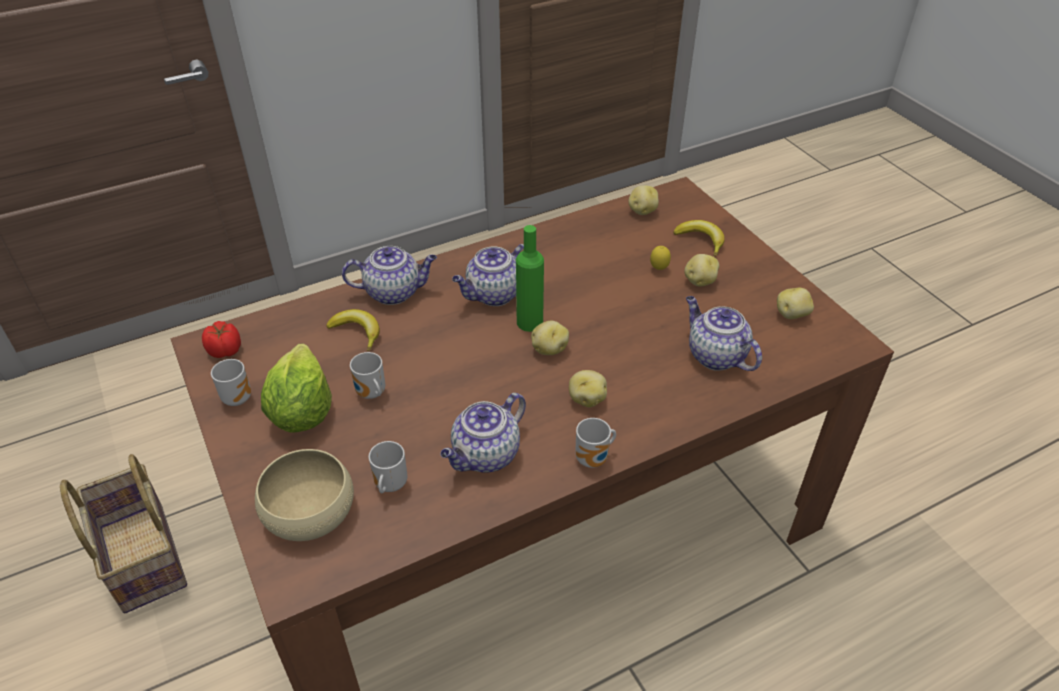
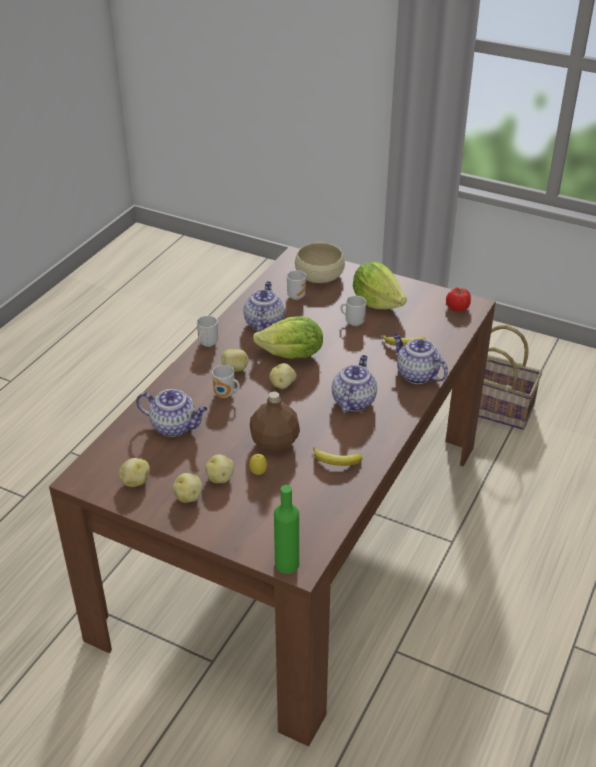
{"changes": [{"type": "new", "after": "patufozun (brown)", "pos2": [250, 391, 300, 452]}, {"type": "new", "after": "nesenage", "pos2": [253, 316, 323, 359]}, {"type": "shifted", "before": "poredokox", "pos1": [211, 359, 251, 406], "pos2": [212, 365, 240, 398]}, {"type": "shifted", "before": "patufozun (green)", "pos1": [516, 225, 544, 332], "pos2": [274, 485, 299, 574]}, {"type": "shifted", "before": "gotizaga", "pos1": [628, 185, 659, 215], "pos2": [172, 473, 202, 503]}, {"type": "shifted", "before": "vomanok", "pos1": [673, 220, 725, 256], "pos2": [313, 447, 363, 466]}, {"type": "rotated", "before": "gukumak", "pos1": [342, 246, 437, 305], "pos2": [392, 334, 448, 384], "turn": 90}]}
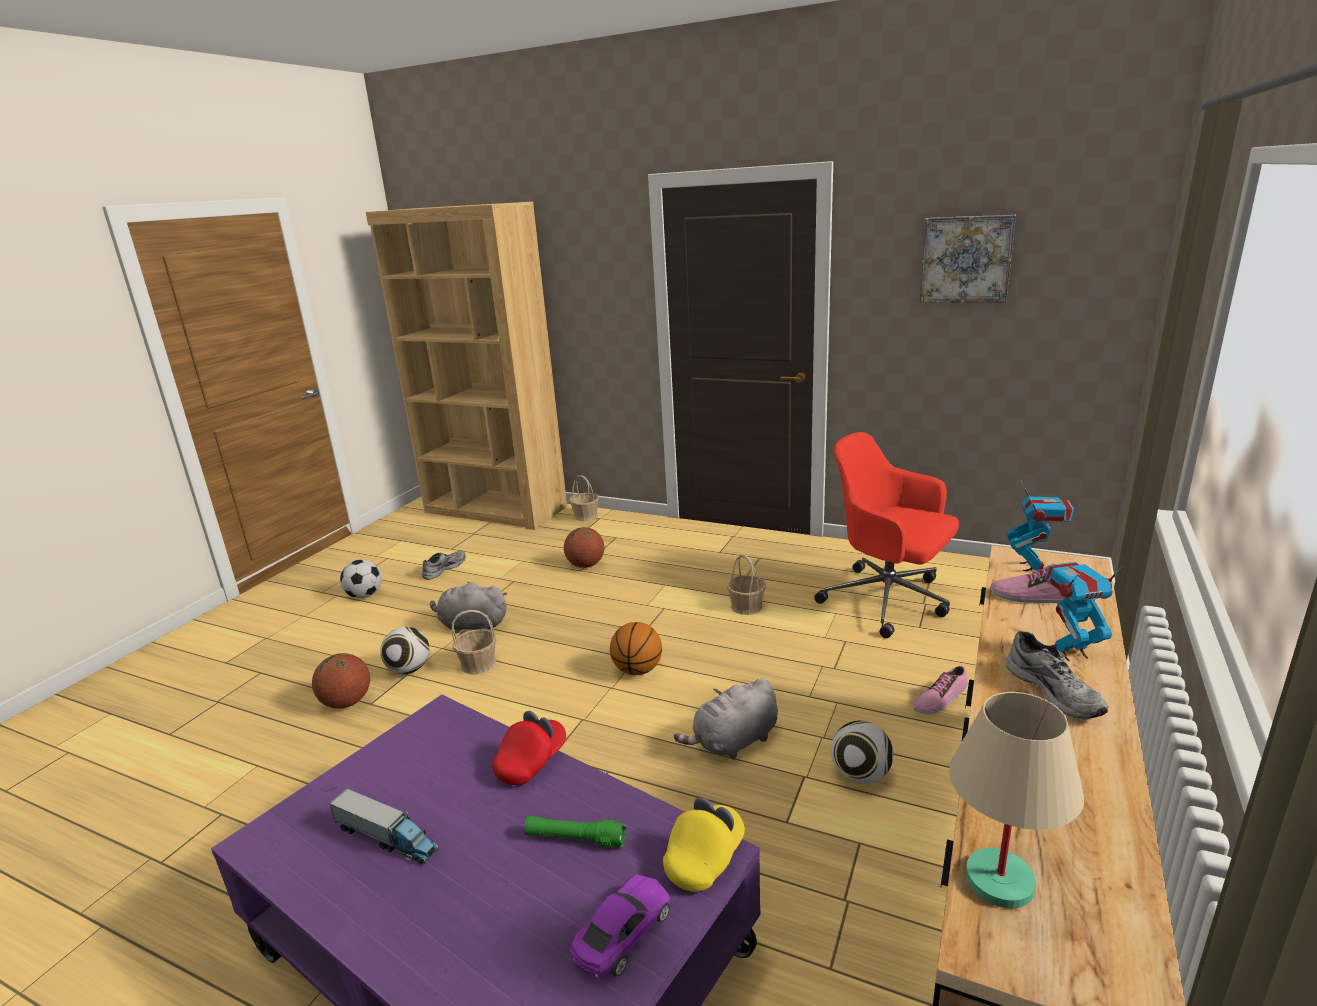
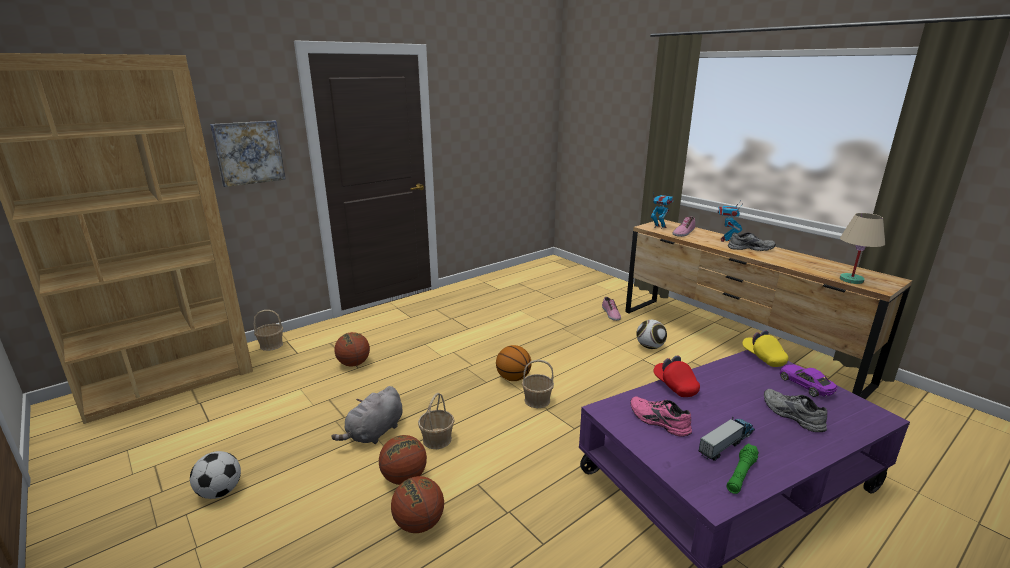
{"changes": [{"type": "gone", "before": "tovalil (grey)", "pos1": [674, 678, 778, 759]}, {"type": "gone", "before": "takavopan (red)", "pos1": [814, 432, 959, 638]}, {"type": "new", "after": "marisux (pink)", "pos2": [630, 396, 692, 437]}, {"type": "shifted", "before": "marisux (grey)", "pos1": [422, 550, 466, 580], "pos2": [764, 389, 827, 432]}, {"type": "shifted", "before": "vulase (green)", "pos1": [524, 816, 627, 848], "pos2": [727, 444, 759, 494]}, {"type": "shifted", "before": "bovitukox", "pos1": [727, 554, 766, 615], "pos2": [522, 360, 554, 408]}, {"type": "shifted", "before": "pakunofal", "pos1": [920, 215, 1016, 303], "pos2": [210, 120, 286, 187]}, {"type": "swapped", "before": "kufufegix", "after": "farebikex", "pos1": [380, 627, 429, 674], "pos2": [379, 435, 427, 485]}]}
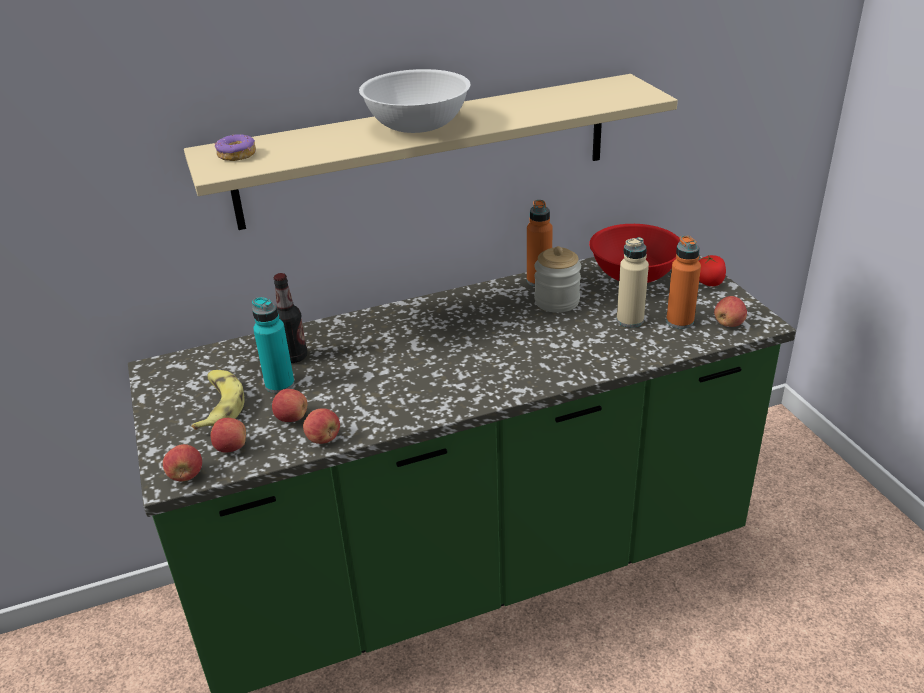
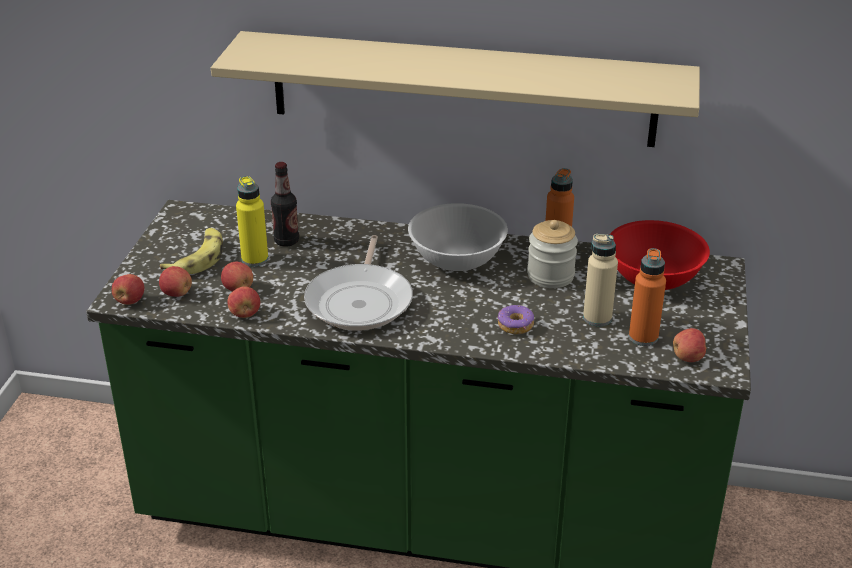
{"changes": [{"type": "gone", "before": "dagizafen", "pos1": [699, 255, 726, 286]}, {"type": "new", "after": "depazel", "pos2": [304, 235, 413, 330]}, {"type": "shifted", "before": "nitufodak", "pos1": [215, 134, 256, 161], "pos2": [498, 305, 534, 334]}, {"type": "shifted", "before": "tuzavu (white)", "pos1": [359, 69, 470, 133], "pos2": [408, 203, 508, 271]}, {"type": "repainted", "before": "patufozun (turquoise)", "after": "patufozun (yellow)", "pos1": [252, 297, 294, 393], "pos2": [236, 176, 268, 267]}]}
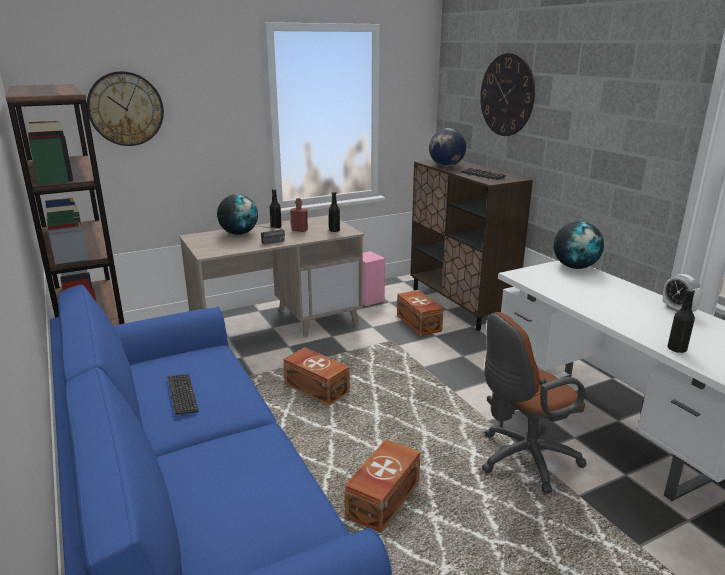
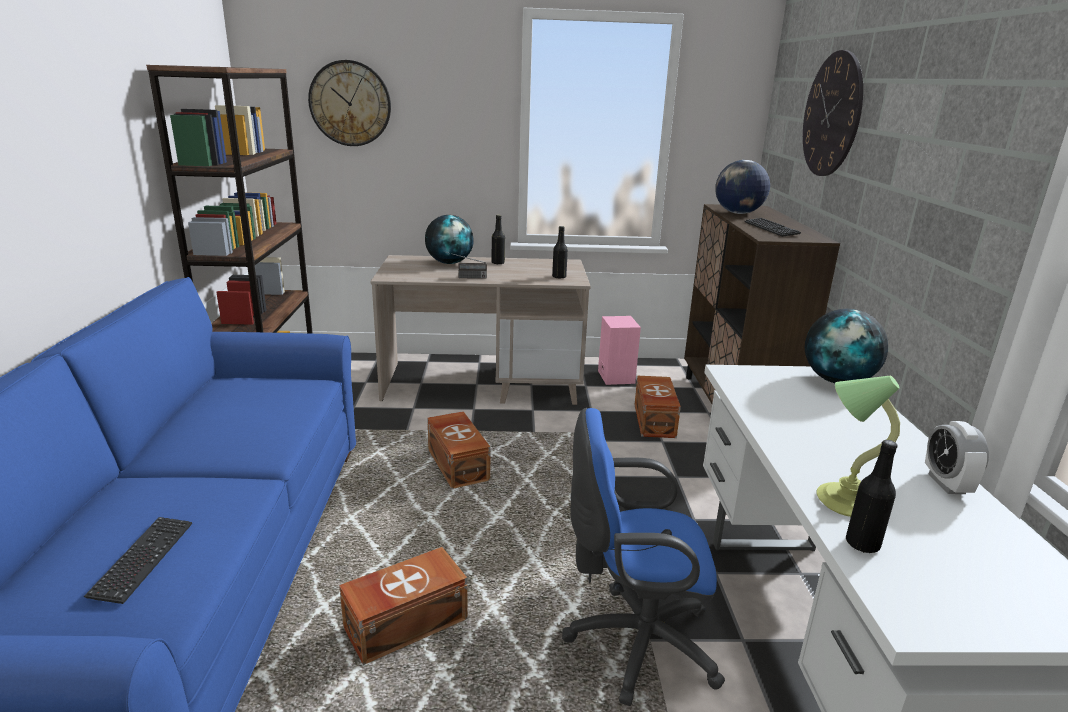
{"changes": [{"type": "gone", "before": "patufozun (red)", "pos1": [290, 198, 308, 232]}, {"type": "new", "after": "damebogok", "pos2": [817, 376, 900, 517]}, {"type": "shifted", "before": "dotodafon", "pos1": [167, 374, 199, 415], "pos2": [84, 517, 192, 604]}, {"type": "repainted", "before": "takavopan (brown)", "after": "takavopan (blue)", "pos1": [482, 312, 587, 494], "pos2": [562, 408, 725, 706]}]}
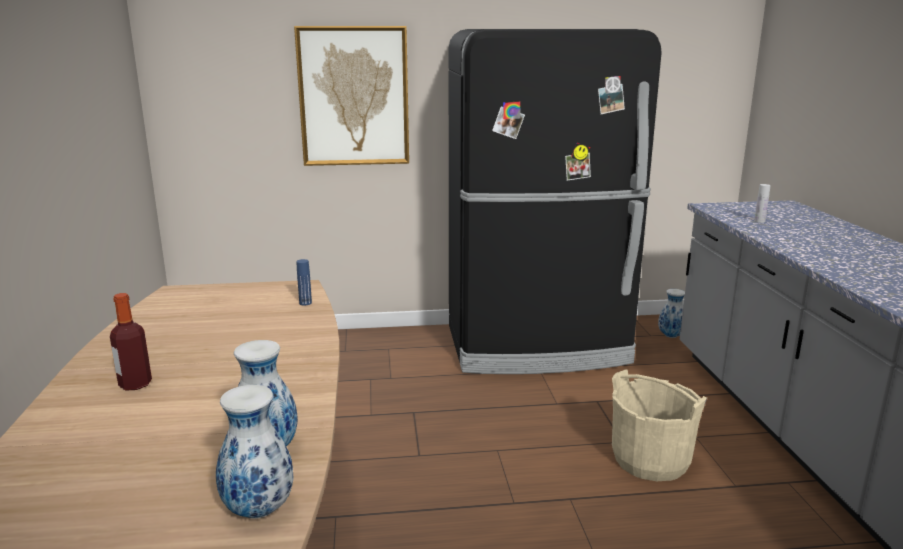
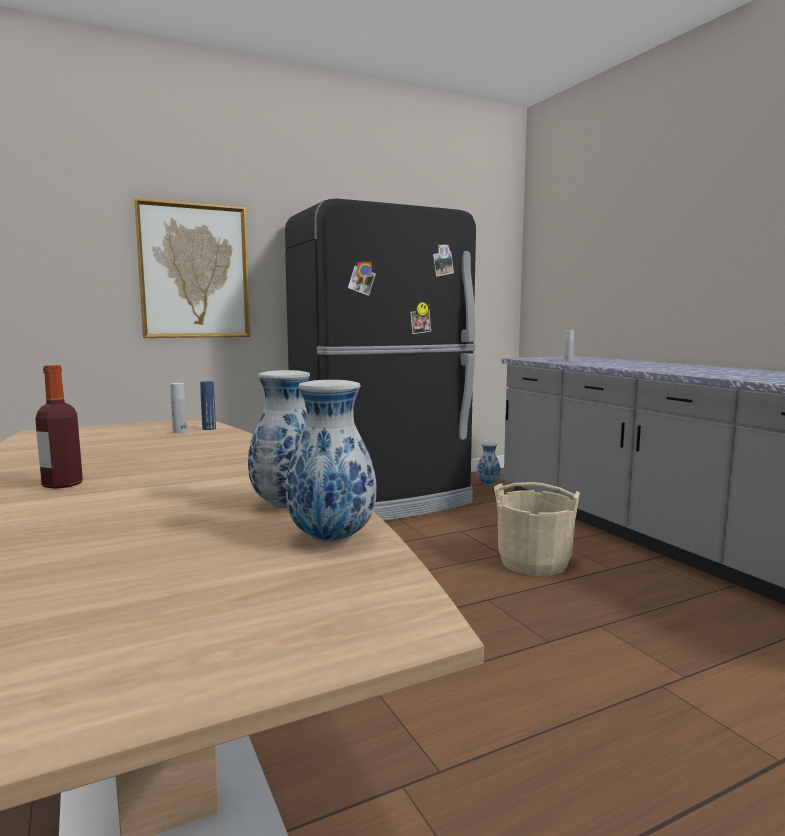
{"changes": [{"type": "new", "after": "patufozun (white)", "pos2": [170, 383, 187, 433]}]}
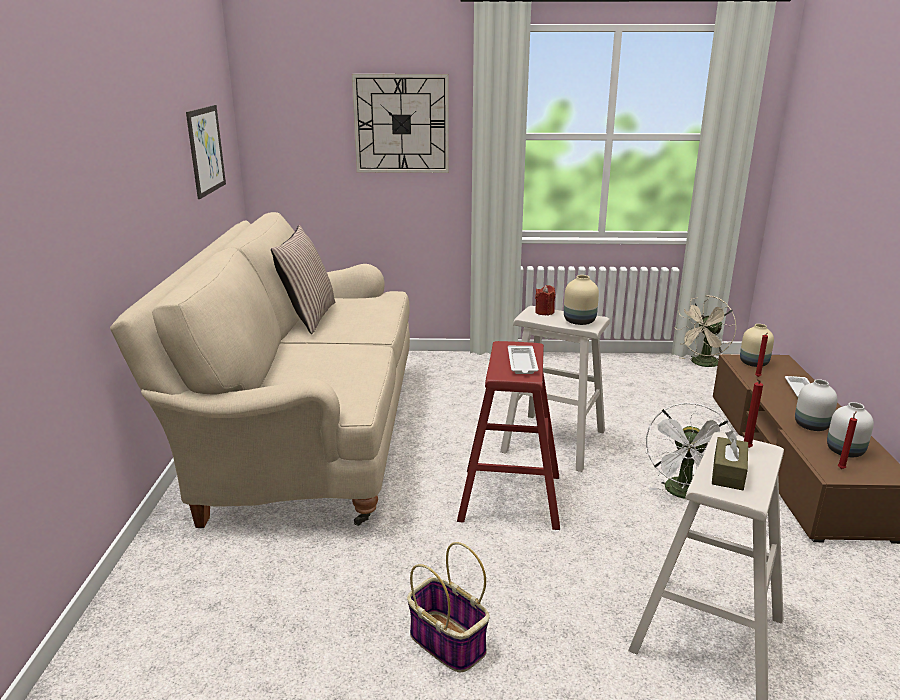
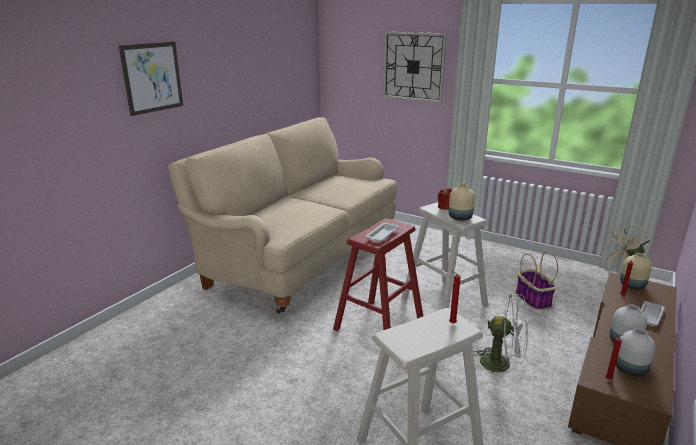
{"changes": [{"type": "gone", "before": "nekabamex", "pos1": [271, 225, 335, 334]}, {"type": "gone", "before": "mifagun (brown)", "pos1": [712, 430, 748, 490]}, {"type": "shifted", "before": "pakunofal", "pos1": [186, 105, 226, 199], "pos2": [119, 42, 183, 116]}, {"type": "shifted", "before": "bovitukox", "pos1": [407, 542, 490, 672], "pos2": [516, 251, 558, 310]}, {"type": "rotated", "before": "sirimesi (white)", "pos1": [645, 403, 732, 499], "pos2": [473, 293, 528, 381], "turn": -120}]}
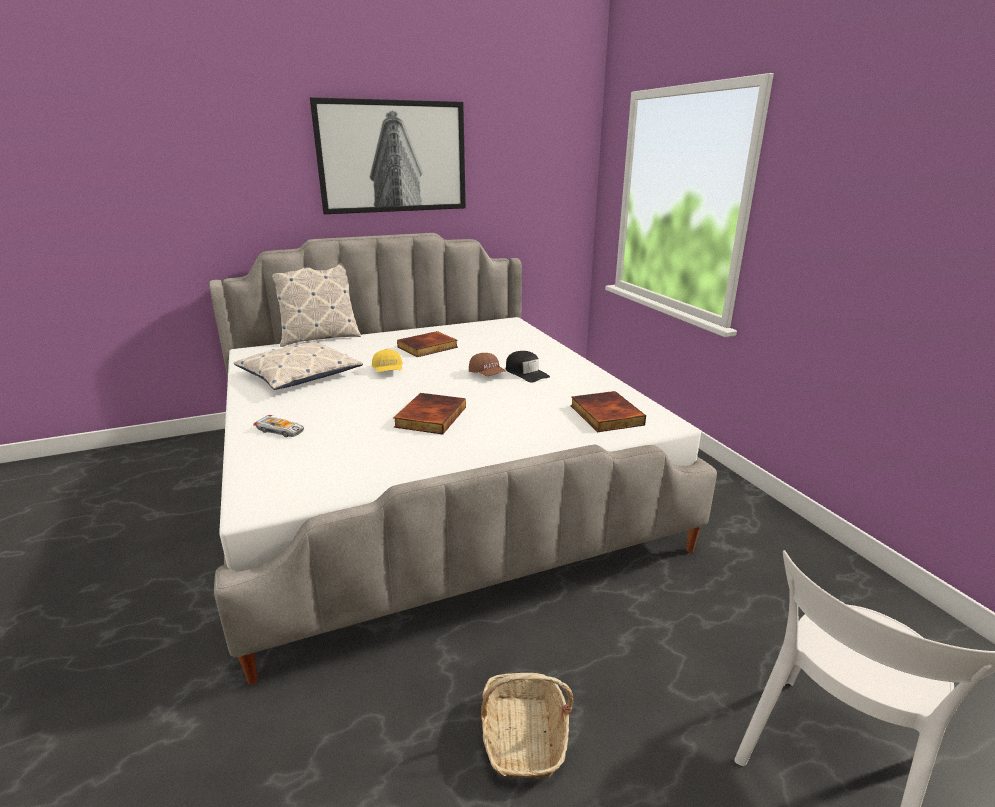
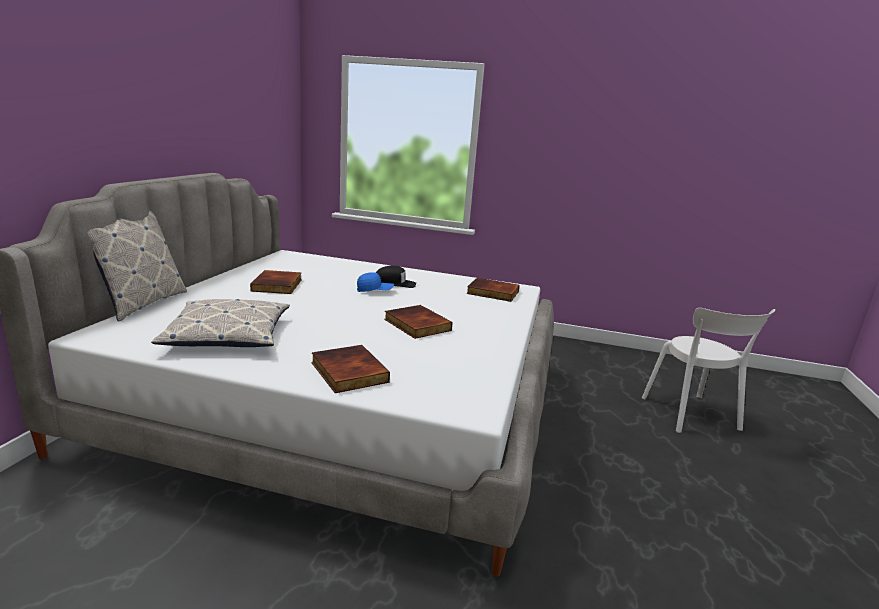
{"changes": [{"type": "gone", "before": "pakunofal", "pos1": [310, 97, 466, 214]}, {"type": "gone", "before": "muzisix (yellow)", "pos1": [372, 349, 403, 372]}, {"type": "gone", "before": "bovitukox", "pos1": [481, 673, 574, 778]}, {"type": "swapped", "before": "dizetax", "after": "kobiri", "pos1": [253, 415, 304, 437], "pos2": [311, 345, 390, 393]}, {"type": "repainted", "before": "muzisix (brown)", "after": "muzisix (blue)", "pos1": [469, 353, 506, 376], "pos2": [357, 272, 394, 292]}]}
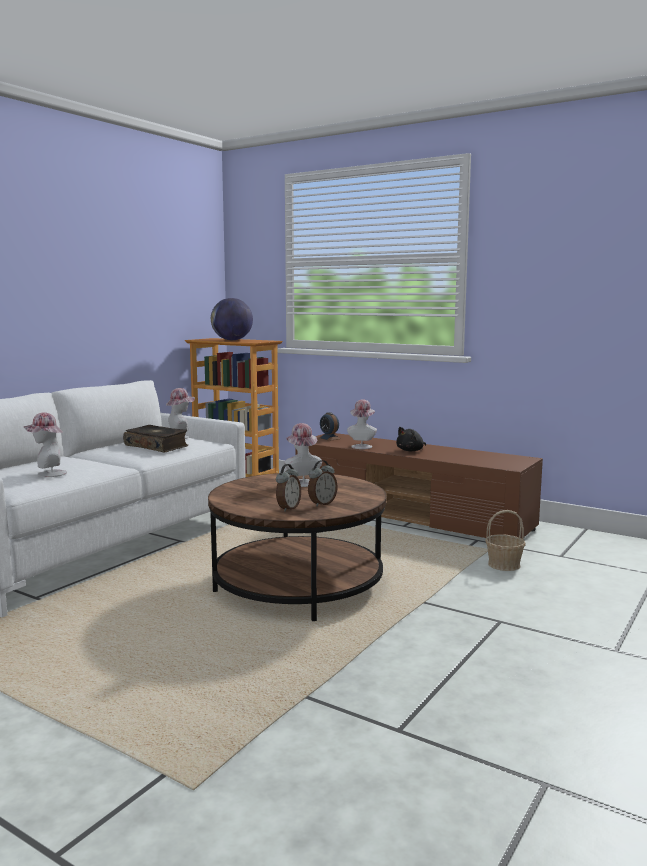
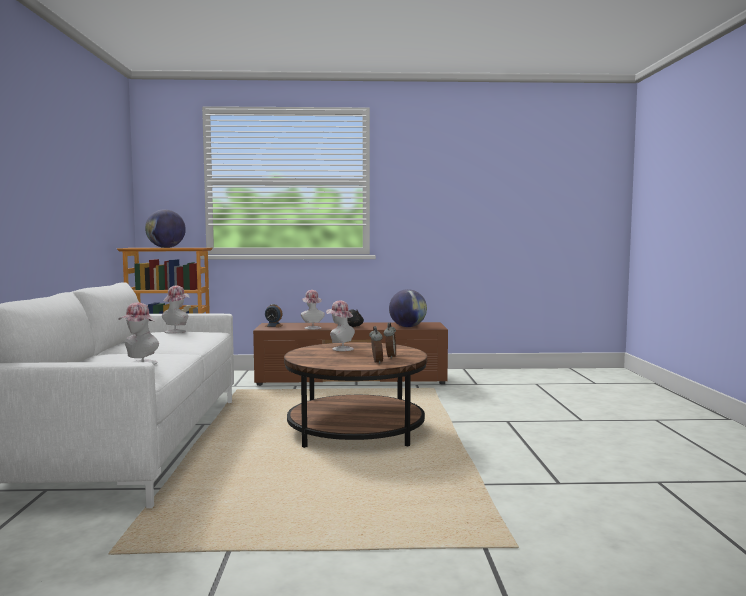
{"changes": [{"type": "gone", "before": "kobiri", "pos1": [123, 425, 188, 453]}, {"type": "gone", "before": "bovitukox", "pos1": [485, 510, 526, 571]}, {"type": "new", "after": "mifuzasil", "pos2": [389, 289, 427, 327]}]}
